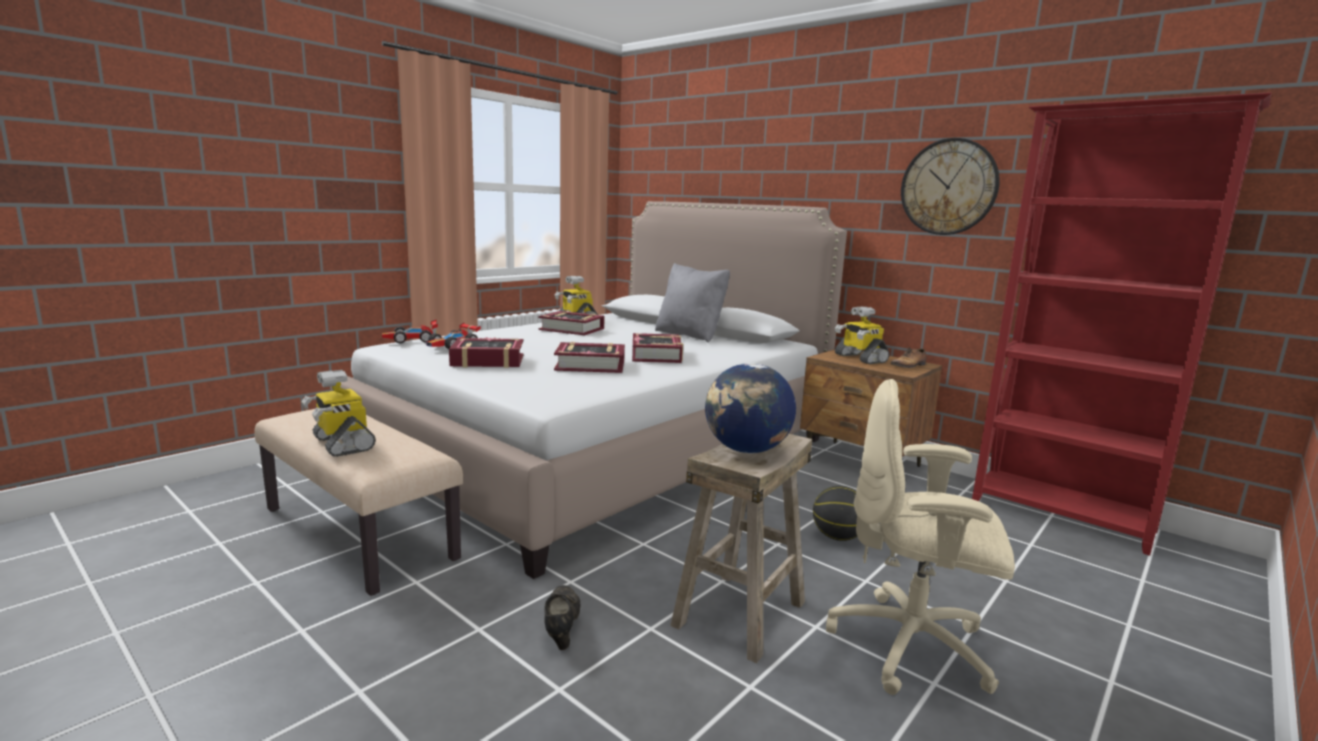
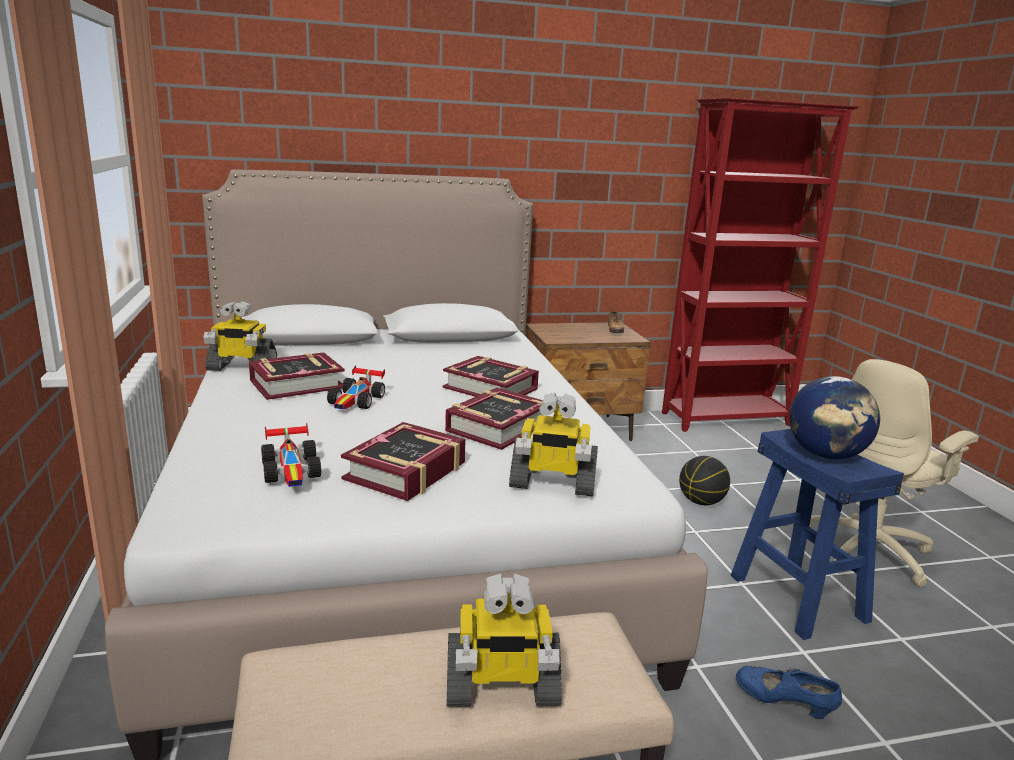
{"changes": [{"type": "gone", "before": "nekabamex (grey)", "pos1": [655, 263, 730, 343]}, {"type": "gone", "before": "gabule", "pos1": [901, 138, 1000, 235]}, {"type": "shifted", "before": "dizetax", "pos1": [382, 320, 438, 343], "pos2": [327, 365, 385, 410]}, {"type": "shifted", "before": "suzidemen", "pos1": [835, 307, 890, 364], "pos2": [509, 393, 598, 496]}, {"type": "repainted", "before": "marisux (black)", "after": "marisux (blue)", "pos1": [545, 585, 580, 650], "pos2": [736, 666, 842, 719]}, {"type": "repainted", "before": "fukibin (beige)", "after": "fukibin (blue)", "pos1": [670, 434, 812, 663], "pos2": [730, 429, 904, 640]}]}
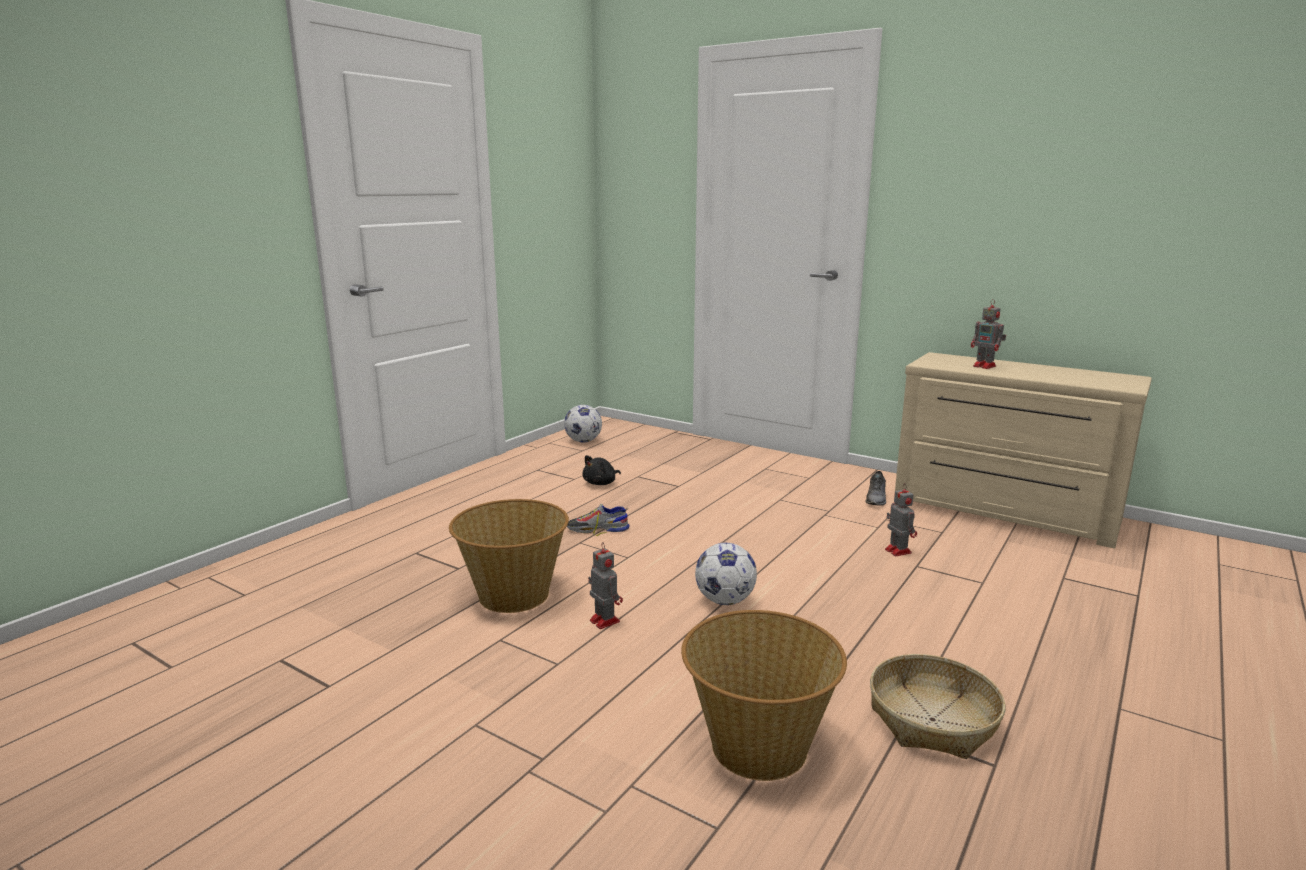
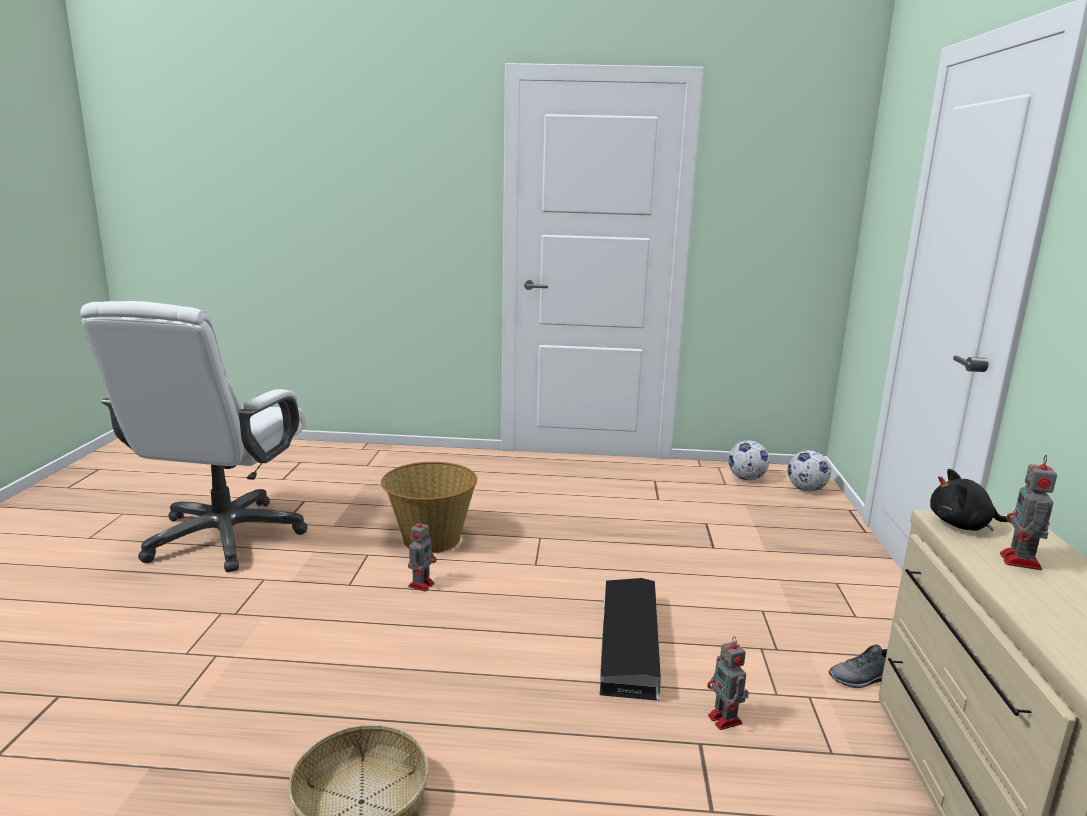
{"changes": [{"type": "gone", "before": "marisux", "pos1": [567, 504, 630, 536]}, {"type": "gone", "before": "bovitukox", "pos1": [681, 610, 847, 781]}, {"type": "new", "after": "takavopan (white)", "pos2": [80, 301, 308, 572]}, {"type": "new", "after": "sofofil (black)", "pos2": [600, 578, 661, 701]}, {"type": "shifted", "before": "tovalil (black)", "pos1": [582, 455, 621, 485], "pos2": [930, 469, 1011, 531]}, {"type": "shifted", "before": "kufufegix", "pos1": [695, 543, 757, 605], "pos2": [788, 450, 831, 491]}, {"type": "rotated", "before": "suzidemen", "pos1": [885, 484, 917, 556], "pos2": [707, 636, 749, 730], "turn": 120}]}
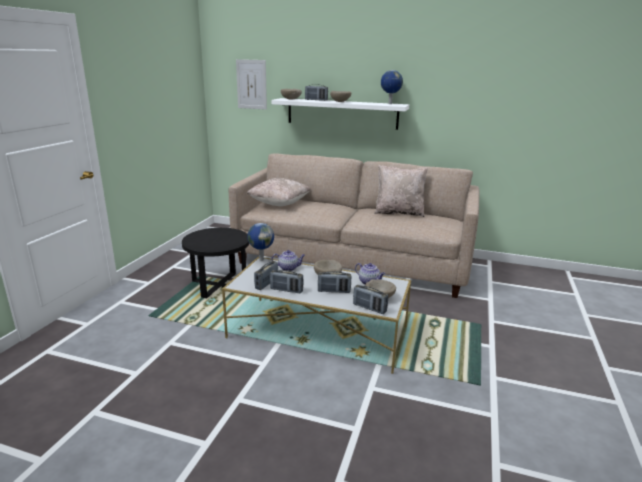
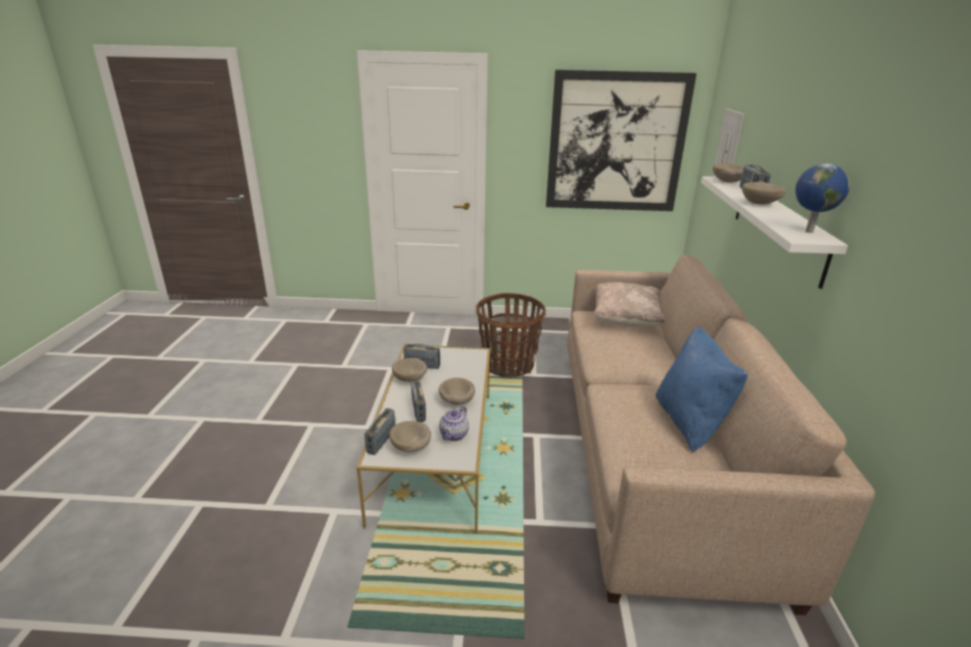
{"changes": [{"type": "gone", "before": "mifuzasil", "pos1": [247, 223, 274, 261]}, {"type": "gone", "before": "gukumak", "pos1": [271, 250, 305, 271]}, {"type": "new", "after": "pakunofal", "pos2": [546, 70, 697, 211]}, {"type": "swapped", "before": "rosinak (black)", "after": "bovitukox", "pos1": [182, 228, 250, 298], "pos2": [476, 293, 546, 378]}, {"type": "swapped", "before": "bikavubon", "after": "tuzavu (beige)", "pos1": [270, 270, 303, 293], "pos2": [392, 358, 427, 382]}, {"type": "repainted", "before": "nekabamex (beige)", "after": "nekabamex (blue)", "pos1": [374, 165, 428, 217], "pos2": [656, 326, 748, 452]}]}
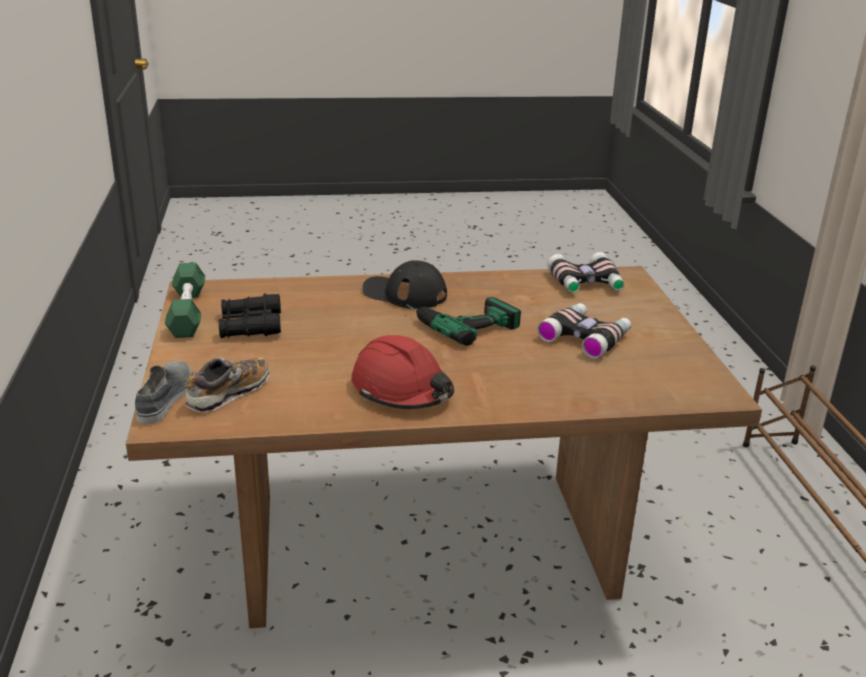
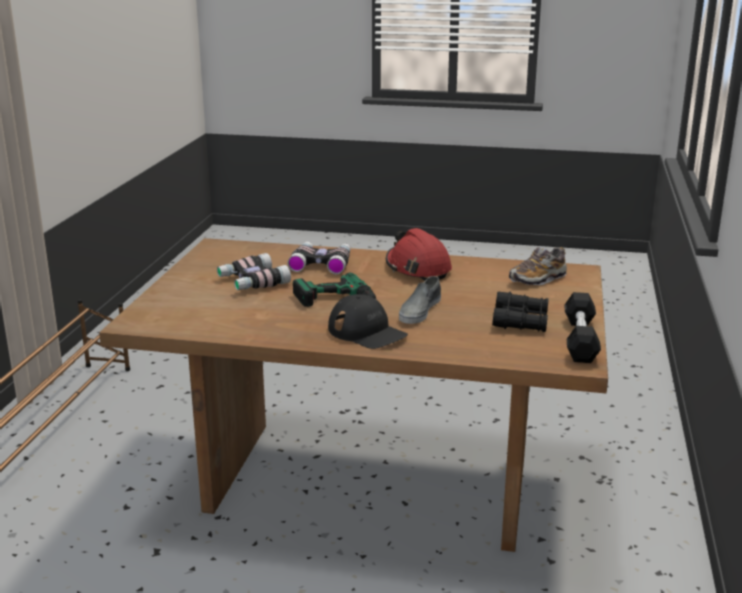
{"changes": [{"type": "shifted", "before": "marisux (grey)", "pos1": [135, 361, 191, 424], "pos2": [399, 276, 441, 324]}, {"type": "shifted", "before": "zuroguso", "pos1": [547, 252, 624, 293], "pos2": [287, 241, 351, 274]}, {"type": "repainted", "before": "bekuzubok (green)", "after": "bekuzubok (black)", "pos1": [165, 263, 205, 338], "pos2": [564, 292, 601, 363]}]}
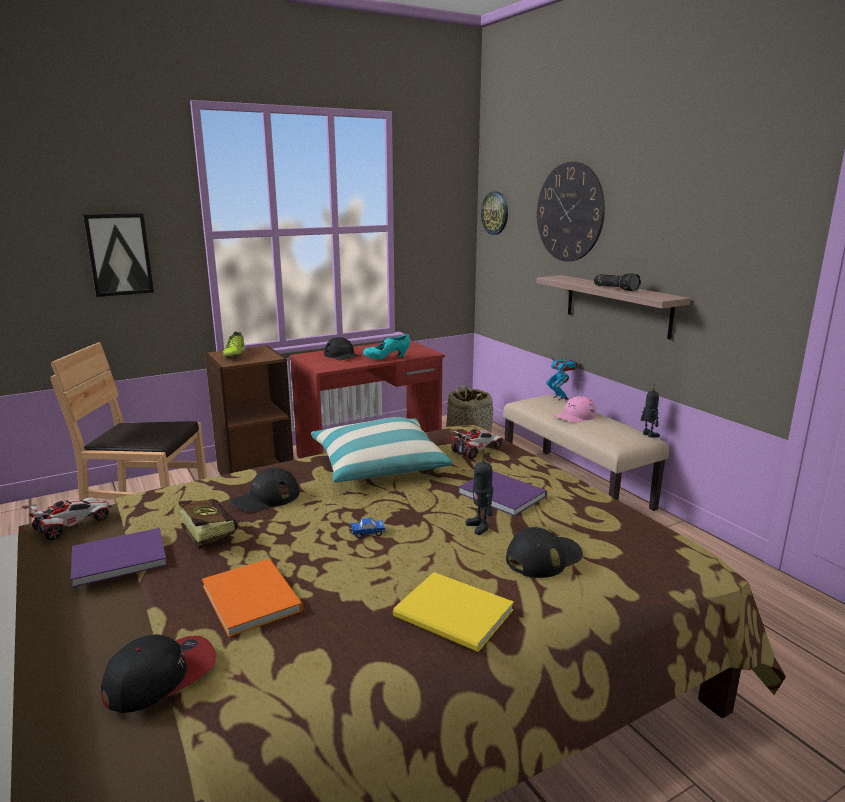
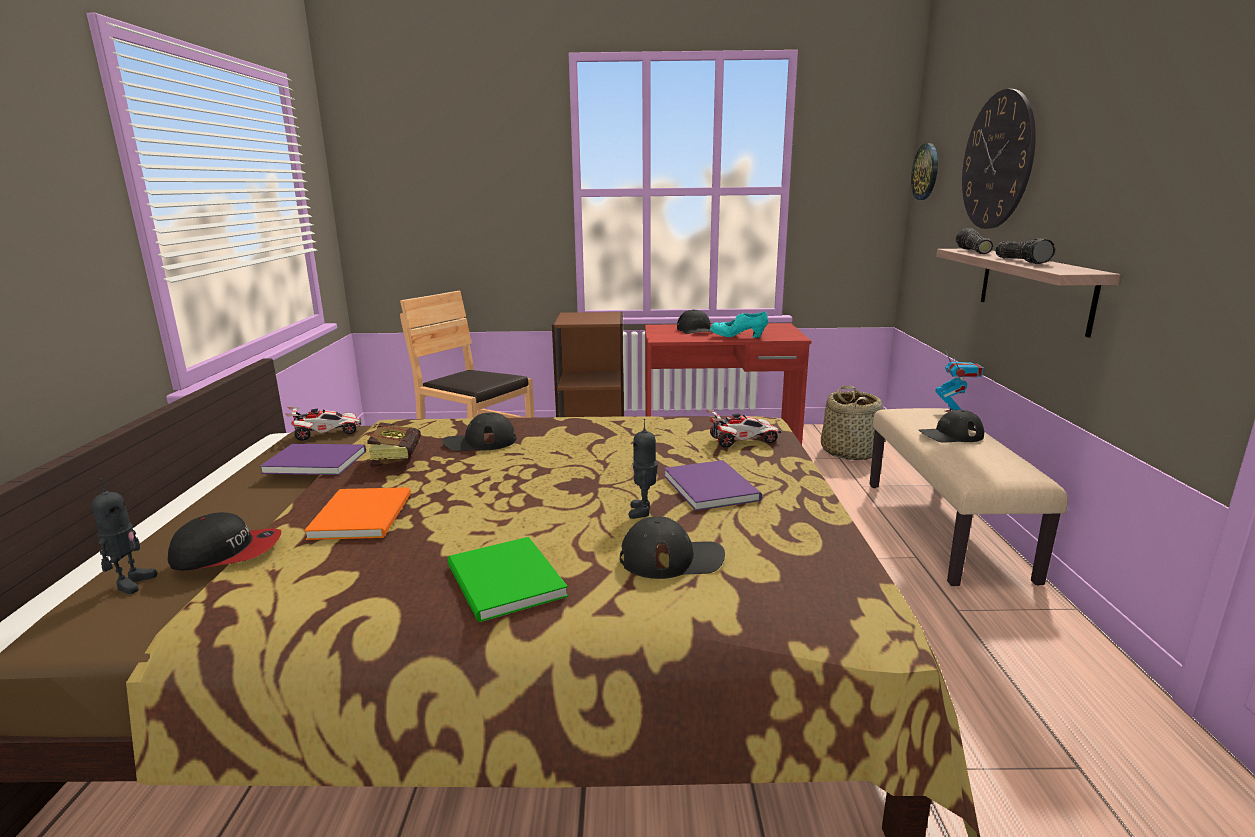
{"changes": [{"type": "gone", "before": "pakunofal", "pos1": [83, 213, 154, 297]}, {"type": "gone", "before": "marisux", "pos1": [223, 332, 245, 357]}, {"type": "gone", "before": "nekabamex", "pos1": [311, 417, 452, 483]}, {"type": "gone", "before": "dizetax", "pos1": [351, 518, 385, 538]}, {"type": "new", "after": "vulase", "pos2": [956, 228, 993, 254]}, {"type": "shifted", "before": "suzidemen", "pos1": [641, 384, 660, 438], "pos2": [92, 478, 157, 594]}, {"type": "repainted", "before": "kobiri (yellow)", "after": "kobiri (green)", "pos1": [393, 572, 514, 652], "pos2": [447, 537, 568, 622]}, {"type": "repainted", "before": "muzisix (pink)", "after": "muzisix (black)", "pos1": [554, 396, 596, 423], "pos2": [919, 410, 984, 442]}]}
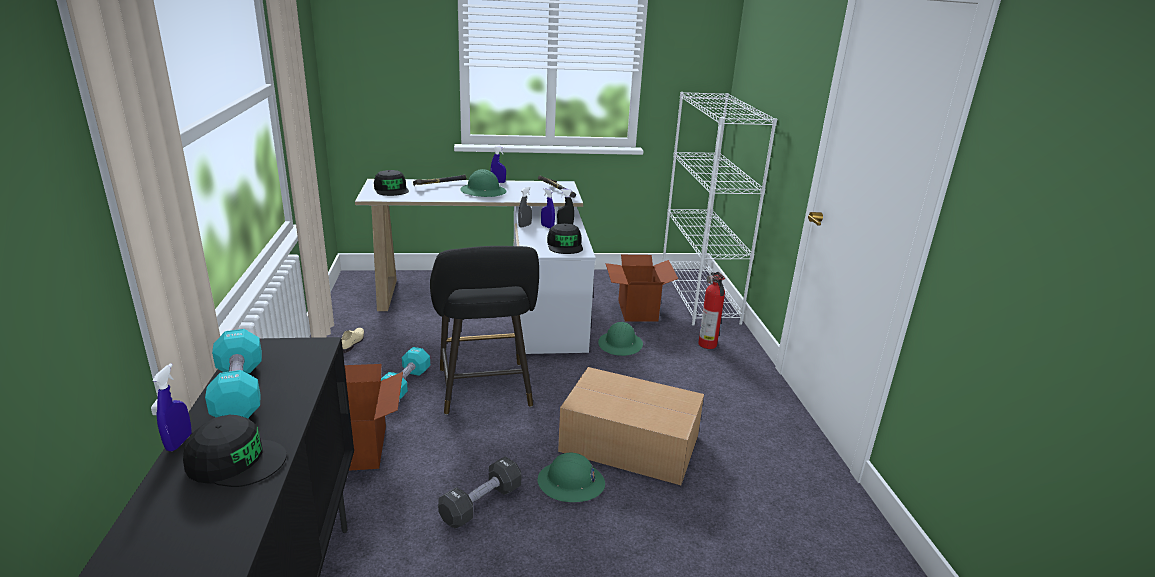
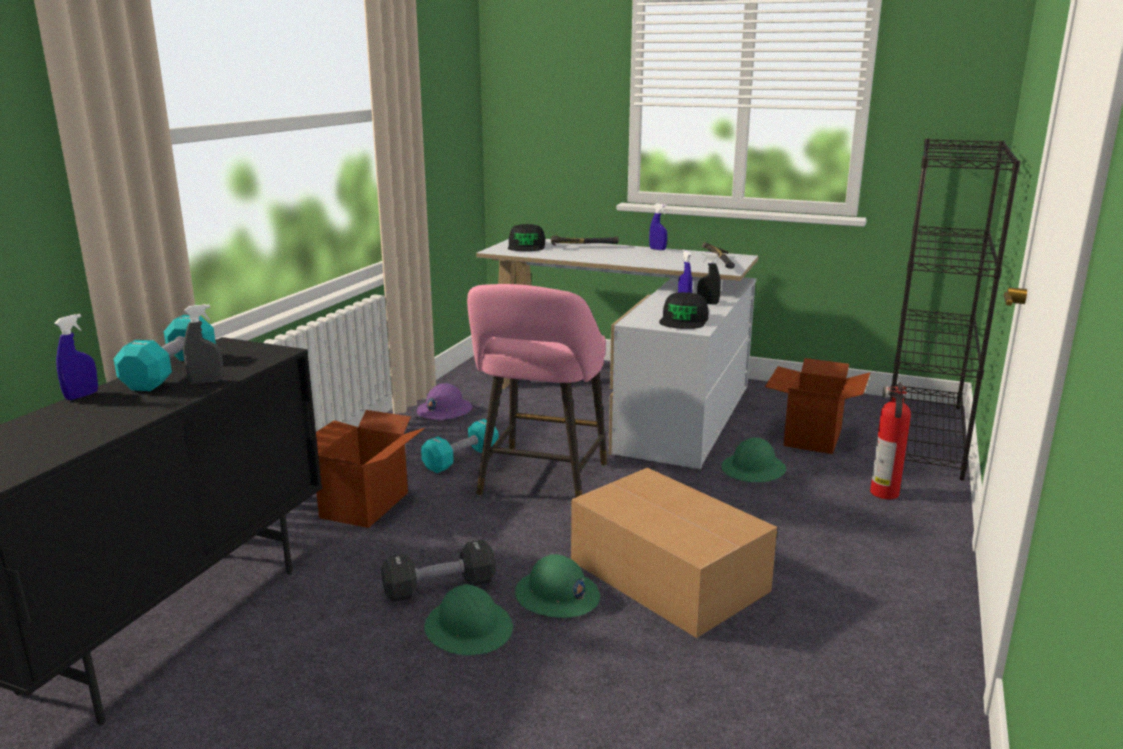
{"changes": [{"type": "gone", "before": "muzisix (black)", "pos1": [183, 415, 287, 487]}, {"type": "shifted", "before": "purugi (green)", "pos1": [460, 169, 507, 197], "pos2": [424, 584, 513, 655]}, {"type": "shifted", "before": "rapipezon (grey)", "pos1": [518, 187, 532, 228], "pos2": [183, 304, 223, 384]}, {"type": "swapped", "before": "marisux (beige)", "after": "purugi (purple)", "pos1": [342, 328, 364, 353], "pos2": [417, 383, 473, 420]}, {"type": "repainted", "before": "fukibin (black)", "after": "fukibin (pink)", "pos1": [430, 246, 539, 415], "pos2": [467, 284, 607, 498]}, {"type": "repainted", "before": "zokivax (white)", "after": "zokivax (black)", "pos1": [662, 92, 777, 326], "pos2": [889, 138, 1021, 480]}]}
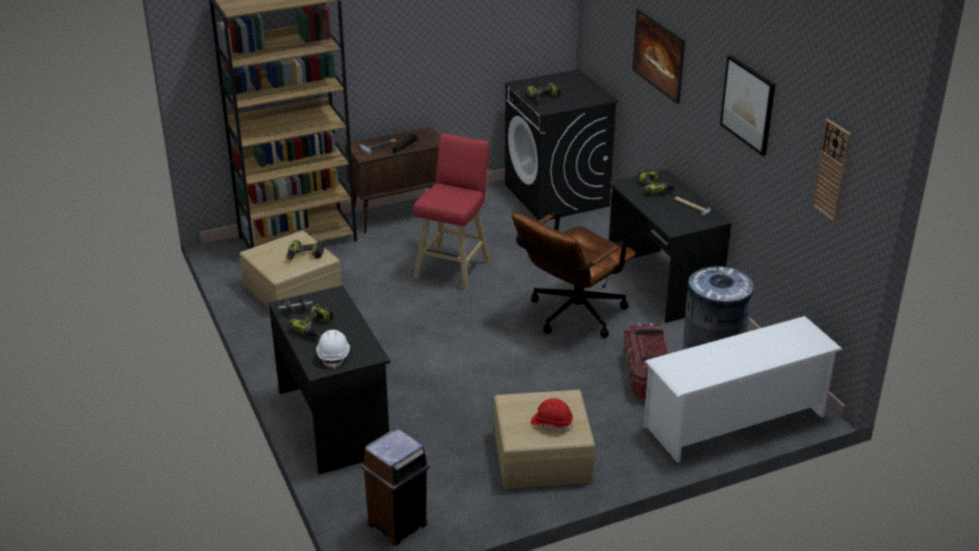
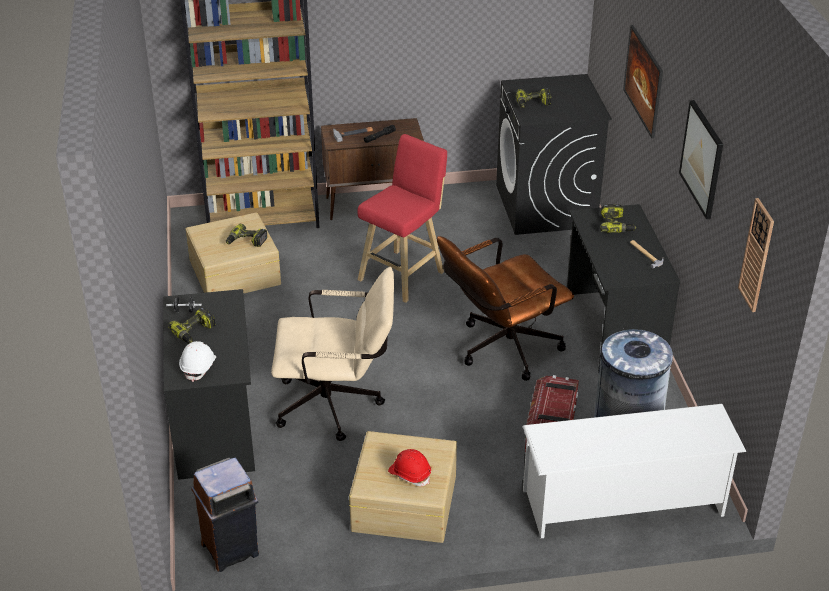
{"changes": [{"type": "new", "after": "takavopan (beige)", "pos2": [271, 267, 394, 441]}]}
